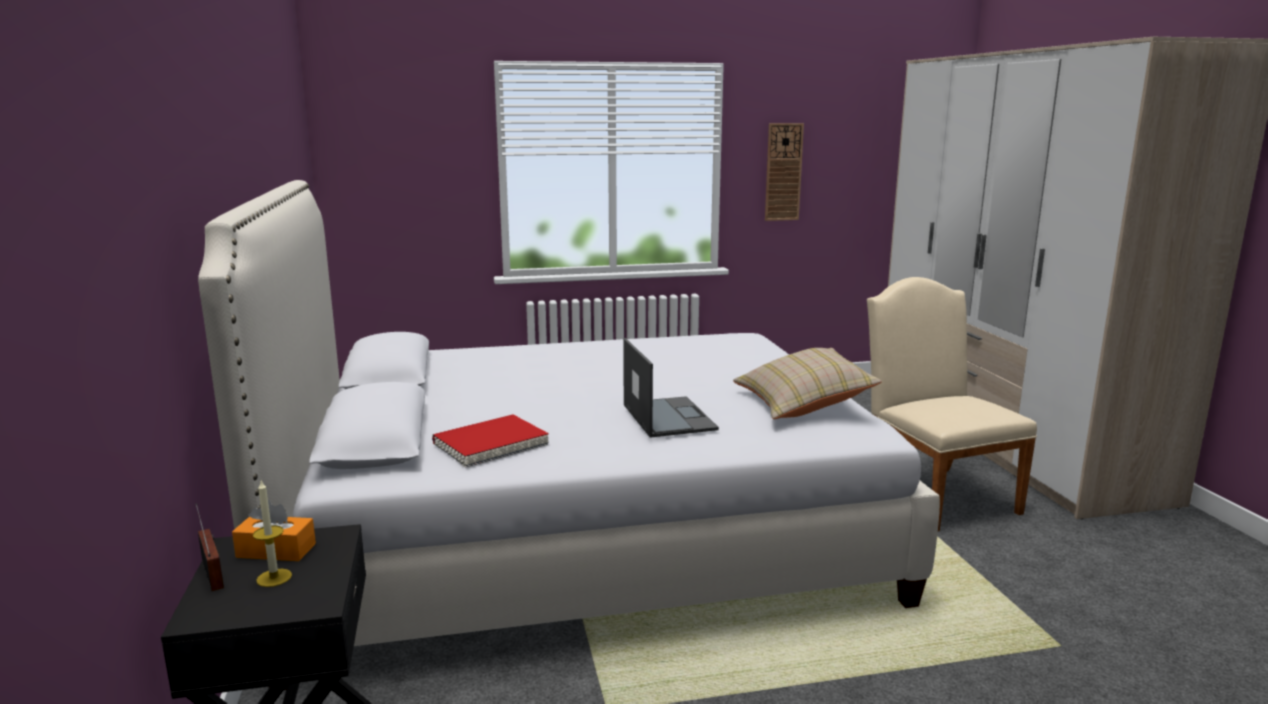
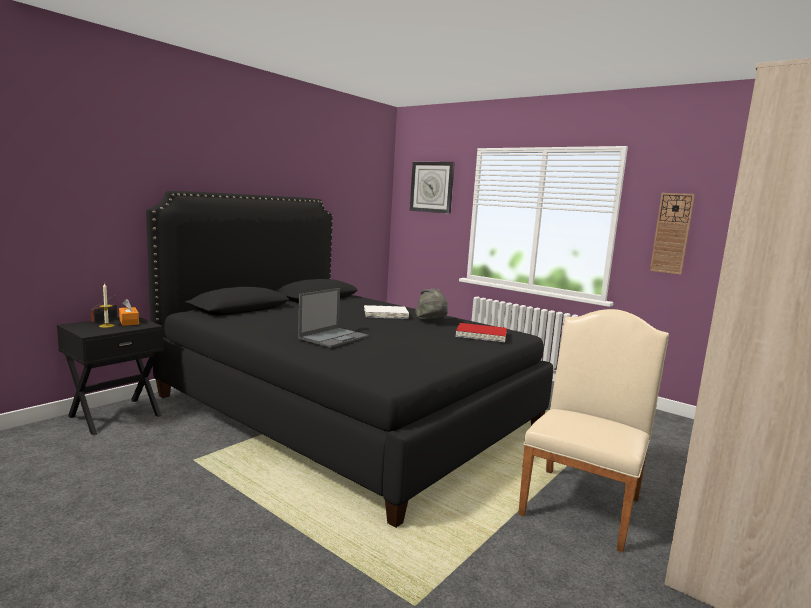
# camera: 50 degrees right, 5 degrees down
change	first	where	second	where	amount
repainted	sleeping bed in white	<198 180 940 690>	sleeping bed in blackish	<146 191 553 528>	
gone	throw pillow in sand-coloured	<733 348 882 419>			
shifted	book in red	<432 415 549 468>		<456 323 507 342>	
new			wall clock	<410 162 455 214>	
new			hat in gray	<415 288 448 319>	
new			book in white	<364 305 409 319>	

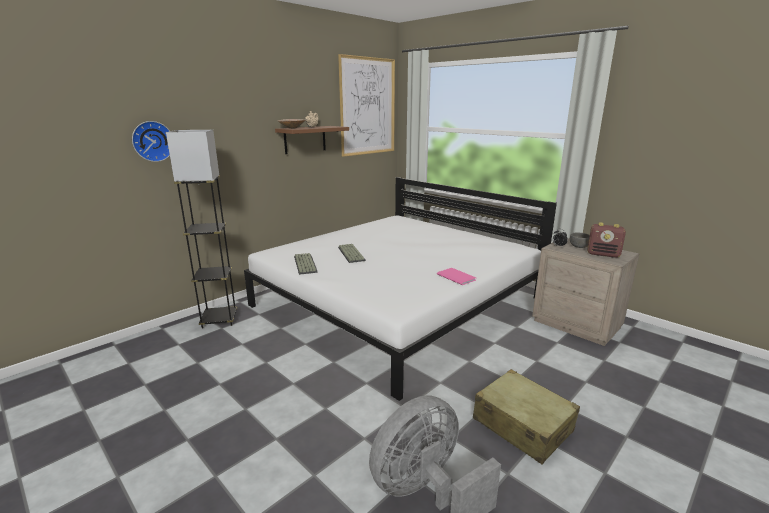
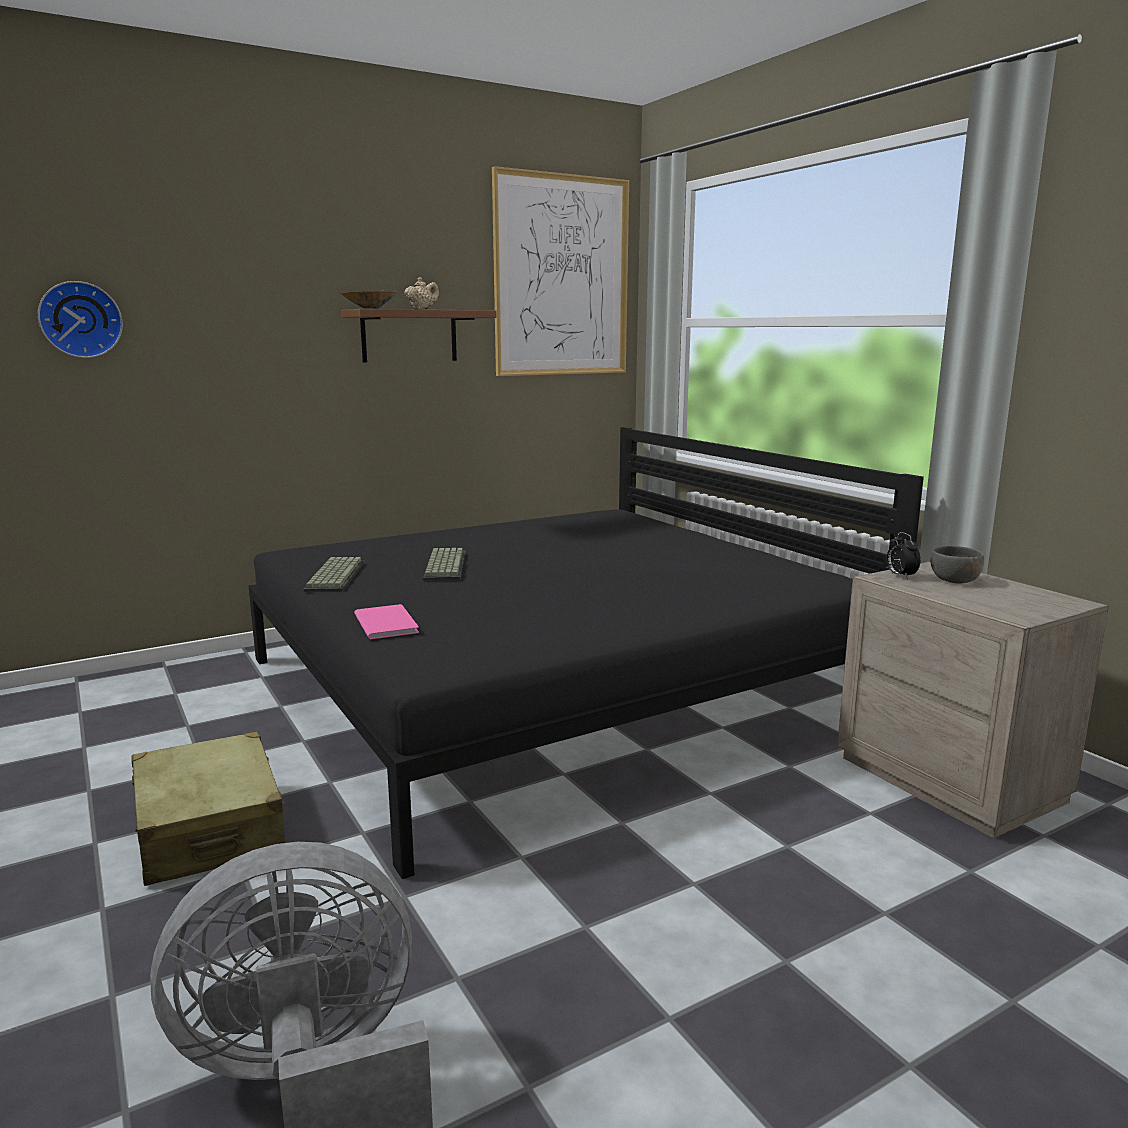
# camera: 15 degrees right, 5 degrees down
change	first	where	second	where	amount
gone	floor lamp in gray	<166 130 237 329>			
repainted	sleeping bed in white	<244 177 557 401>	sleeping bed in blackish	<248 427 924 879>	
gone	radio	<587 223 626 258>			
shifted	book in pink-coloured	<437 268 476 285>		<354 604 419 639>	
shifted	piece of luggage in sand-coloured	<473 369 580 465>		<131 731 285 886>	

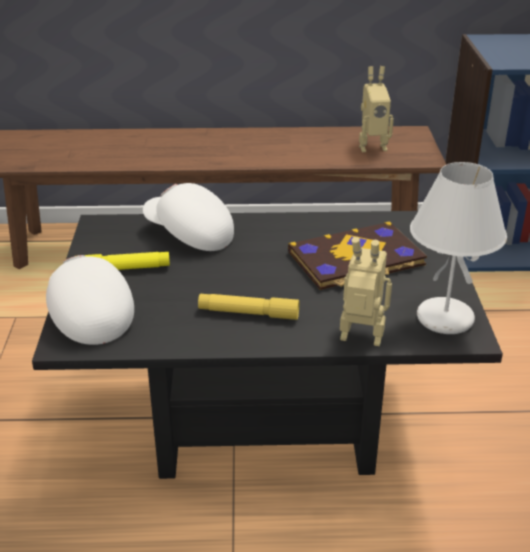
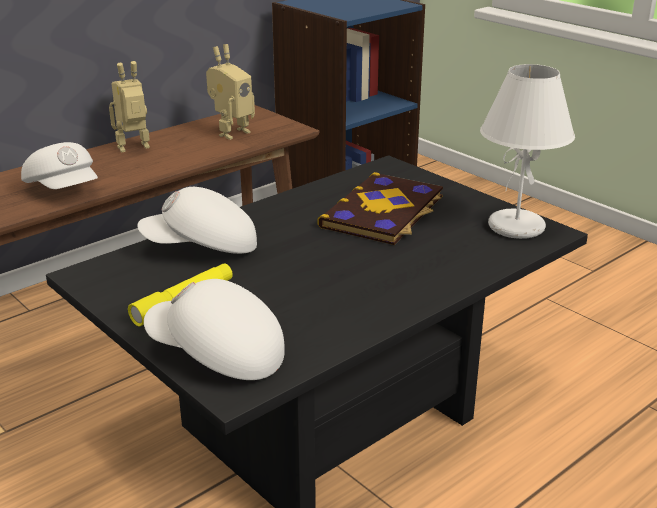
# camera: 40 degrees left, 5 degrees down
change	first	where	second	where	amount
shifted	model robot	<340 237 392 346>		<109 61 150 152>	
gone	hand torch in yellow-coloured	<198 294 299 320>			
new			baseball cap in white	<21 142 98 189>	

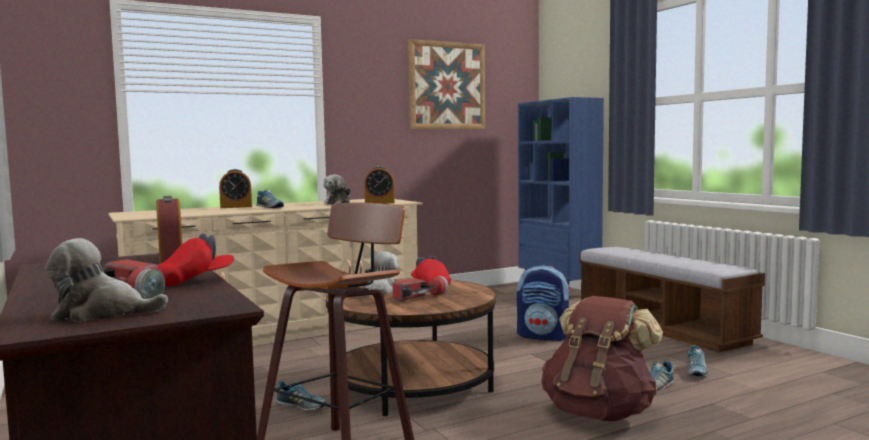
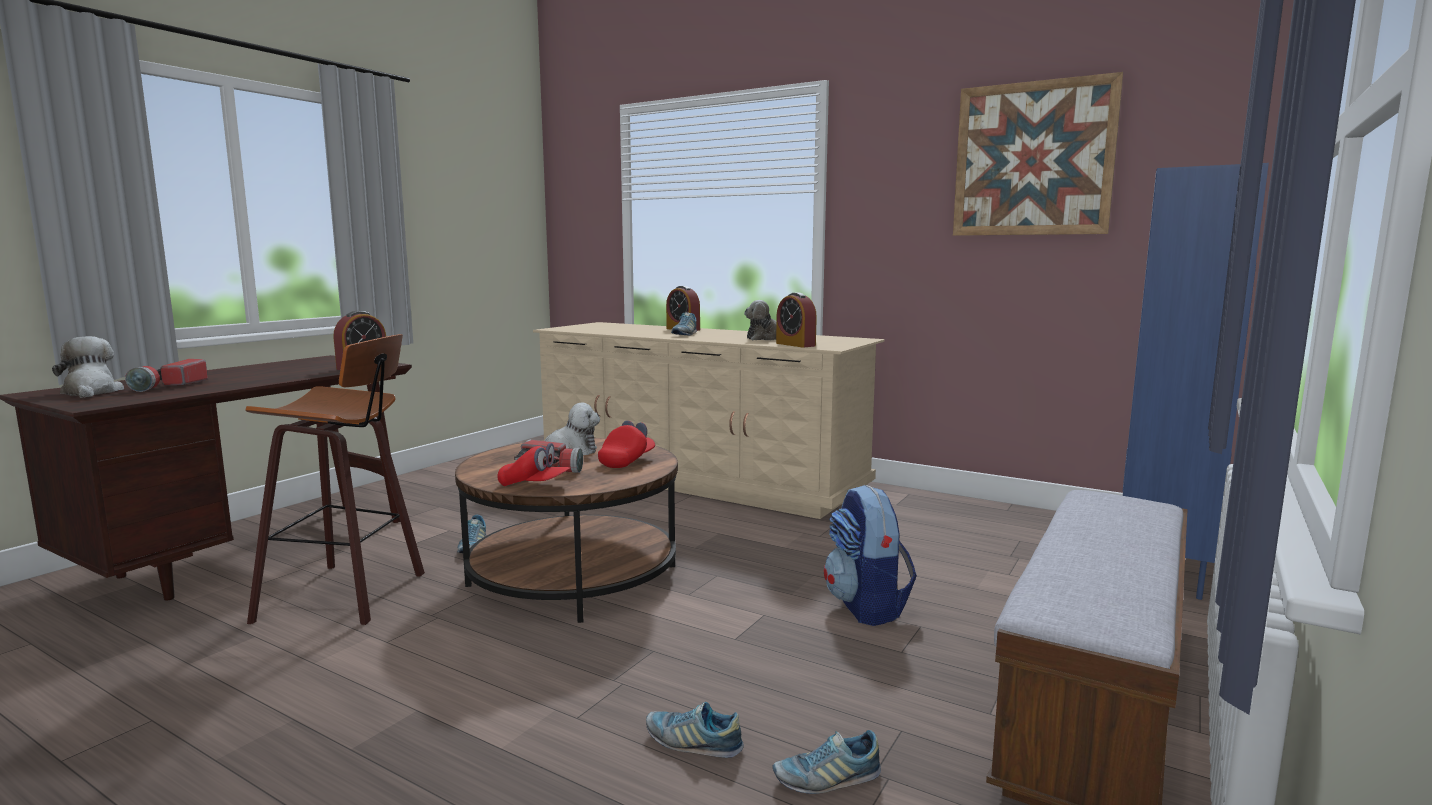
# camera: 60 degrees right, 5 degrees up
change	first	where	second	where	amount
shifted	baseball cap in red	<157 233 234 286>		<498 443 570 486>	
gone	backpack in brown-coloured	<541 296 663 421>			

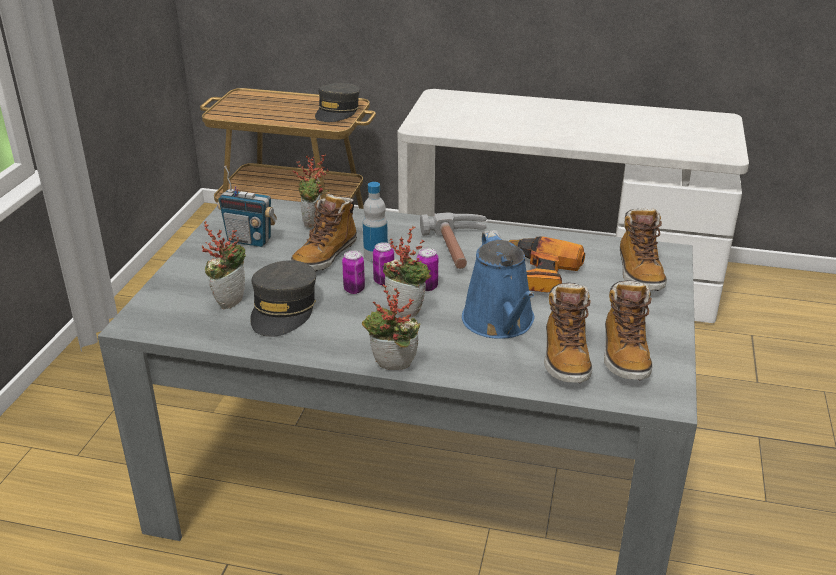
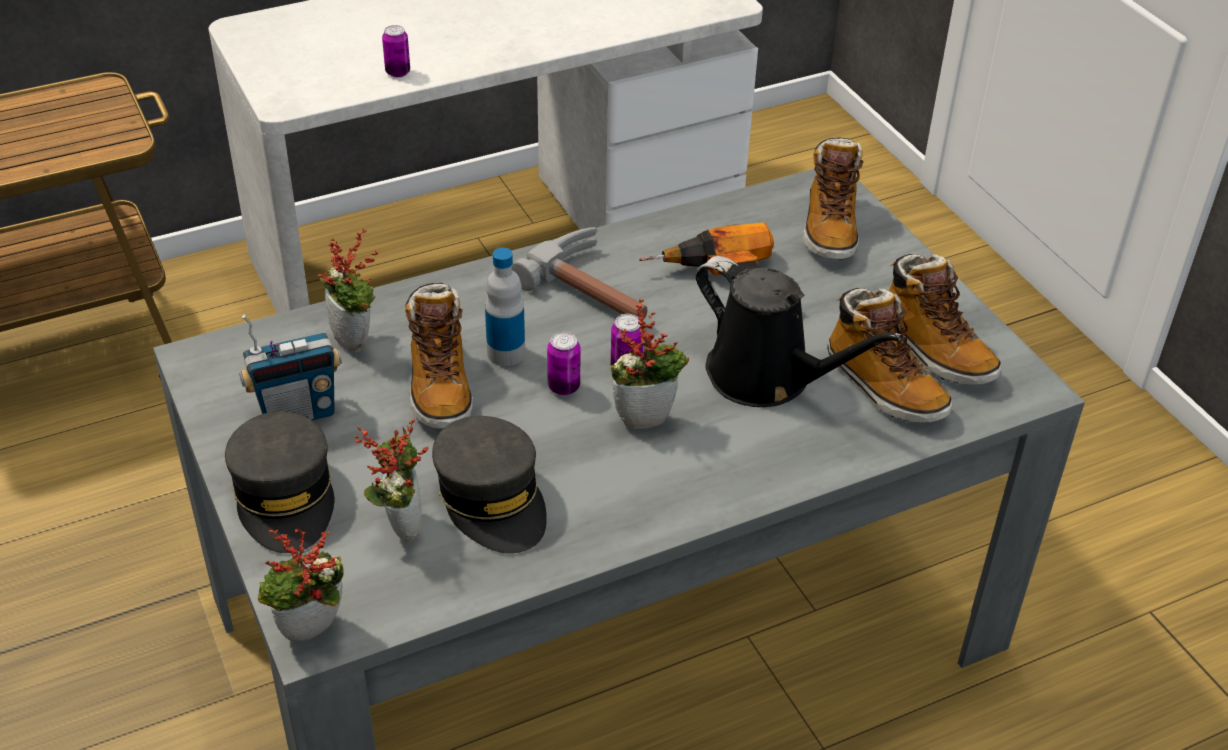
# camera: 40 degrees left, 10 degrees up
change	first	where	second	where	amount
shifted	baseball cap in gray	<315 83 360 122>		<225 411 334 553>	
rotated	high-top boot	<620 208 667 291>		<803 137 864 260>	45 degrees clockwise
repainted	watering can in blue	<462 230 534 339>	watering can in blackish	<696 256 903 407>	
shifted	can	<342 250 365 294>		<382 25 410 77>	
shifted	plant in a pot	<362 284 420 370>		<258 527 344 642>	

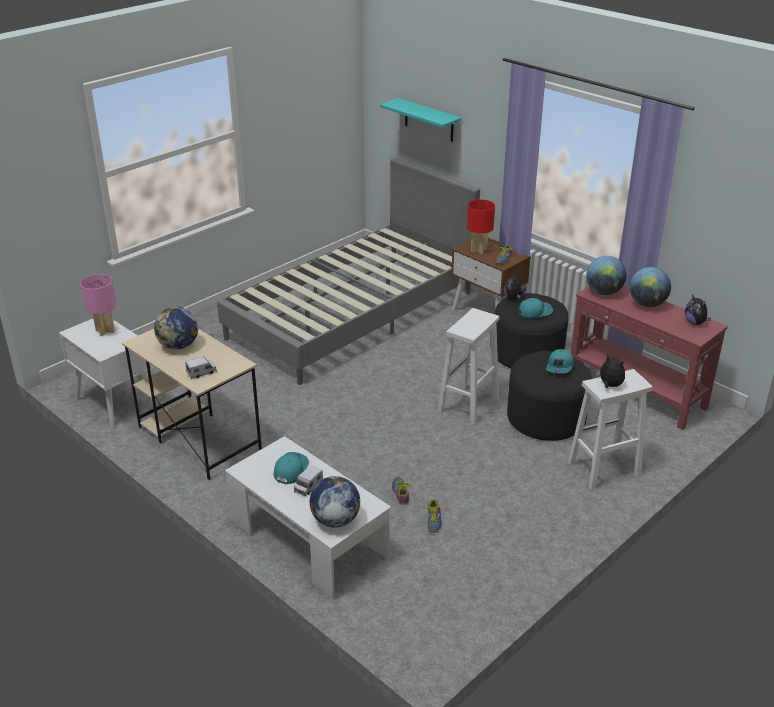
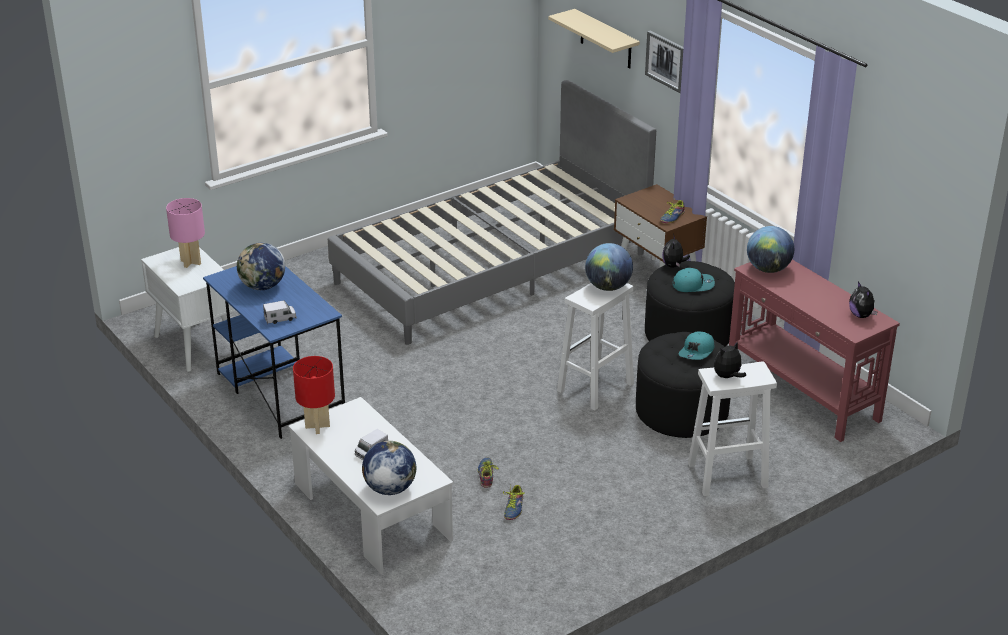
# camera: 10 degrees right, 0 degrees up
change	first	where	second	where	amount
repainted	bracket shelf in turquoise-coloured	<380 98 462 142>	bracket shelf in sand-coloured	<548 9 640 69>	
shifted	table lamp in red	<467 199 495 254>		<293 356 335 434>	
shifted	globe	<630 267 671 307>		<585 243 633 291>	
repainted	desk unit in sand-coloured	<122 329 262 480>	desk unit in blue	<203 266 345 439>	
rotated	plush toy	<595 354 625 388>		<714 342 746 378>	90 degrees counterclockwise
gone	baseball cap in turquoise-coloured	<274 452 309 484>			
new			picture	<645 31 684 93>	

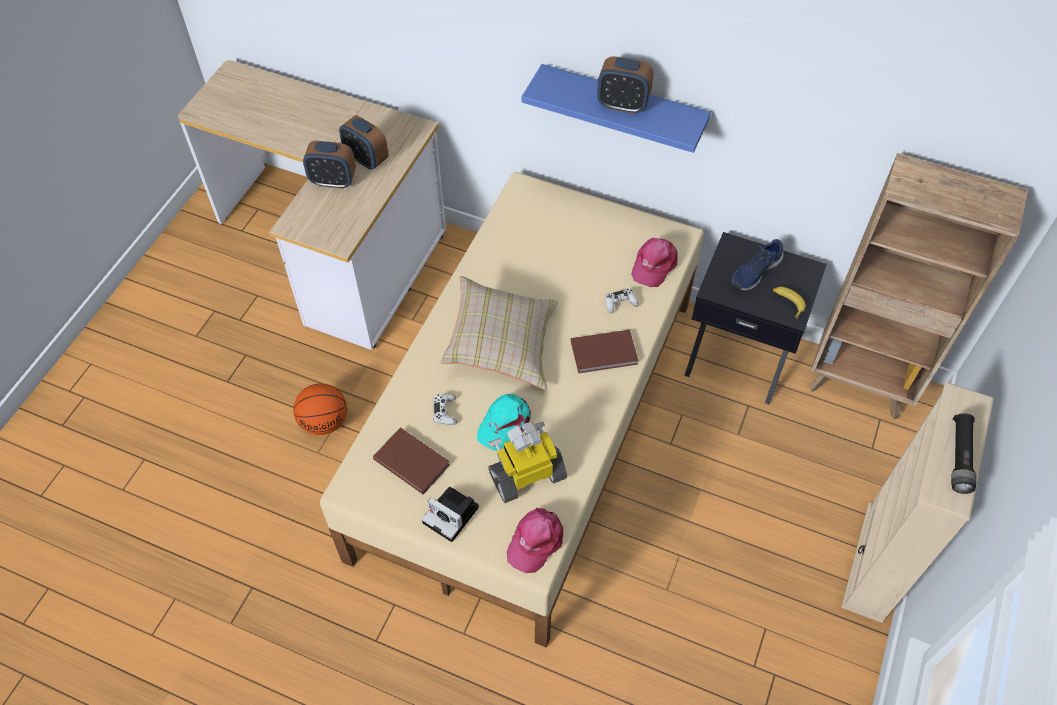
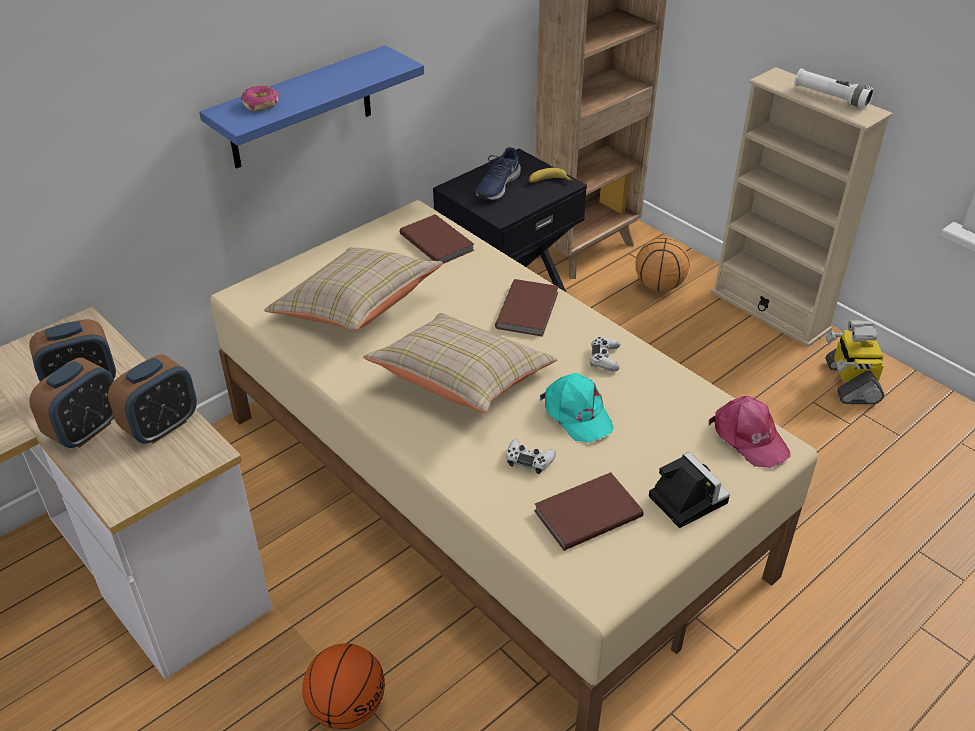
# camera: 65 degrees left, 15 degrees down
change	first	where	second	where	amount
shifted	alarm clock	<597 56 653 114>		<108 354 197 444>	
swapped	baseball cap in pink-coloured	<631 238 678 287>	book in brown-coloured	<400 214 474 264>	
rotated	low shoe in blue	<732 239 784 291>		<476 147 521 200>	45 degrees clockwise
shifted	game controller in white	<605 288 639 314>		<590 337 620 371>	
repainted	hand torch in blackish	<951 413 977 494>	hand torch in white	<794 68 874 108>	
shifted	model robot	<488 421 567 503>		<826 321 884 404>	
rotated	photo camera	<422 487 479 542>		<649 452 730 528>	90 degrees counterclockwise
new			doughnut	<241 86 279 111>	
new			ball for basketball	<636 238 689 292>	
new			throw pillow in sand-coloured	<264 247 443 330>	

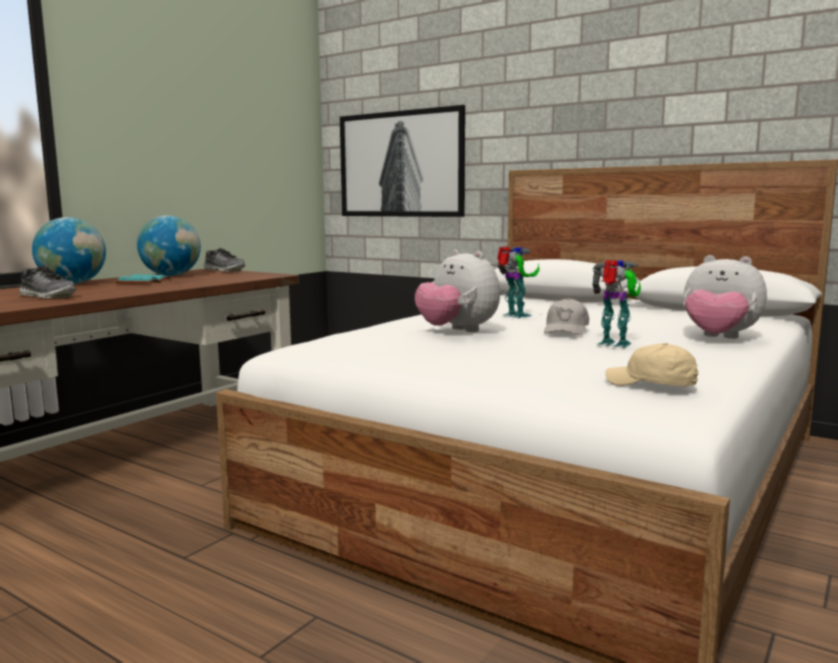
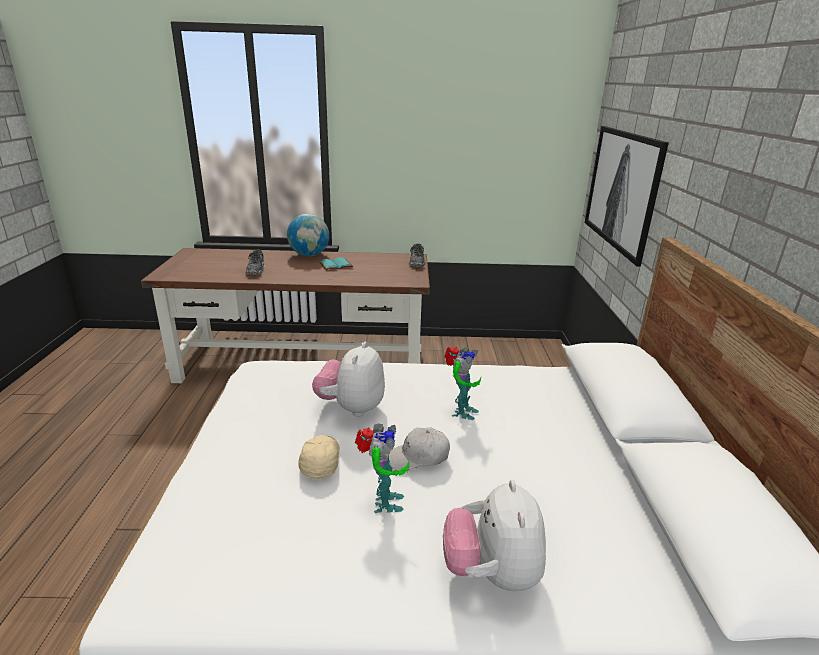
# camera: 55 degrees right, 15 degrees up
change	first	where	second	where	amount
gone	globe	<137 215 201 276>			
shifted	baseball cap in sand-coloured	<605 343 699 386>		<298 435 340 479>	

